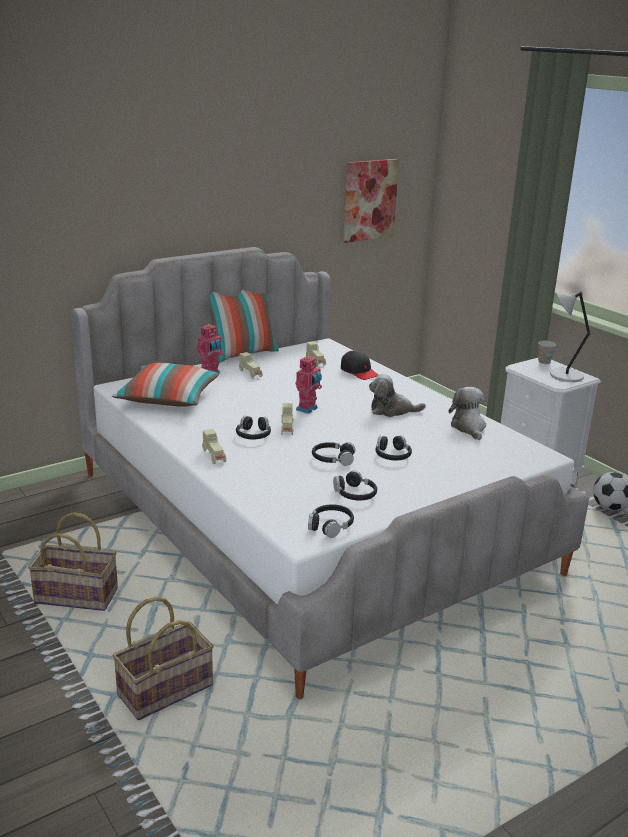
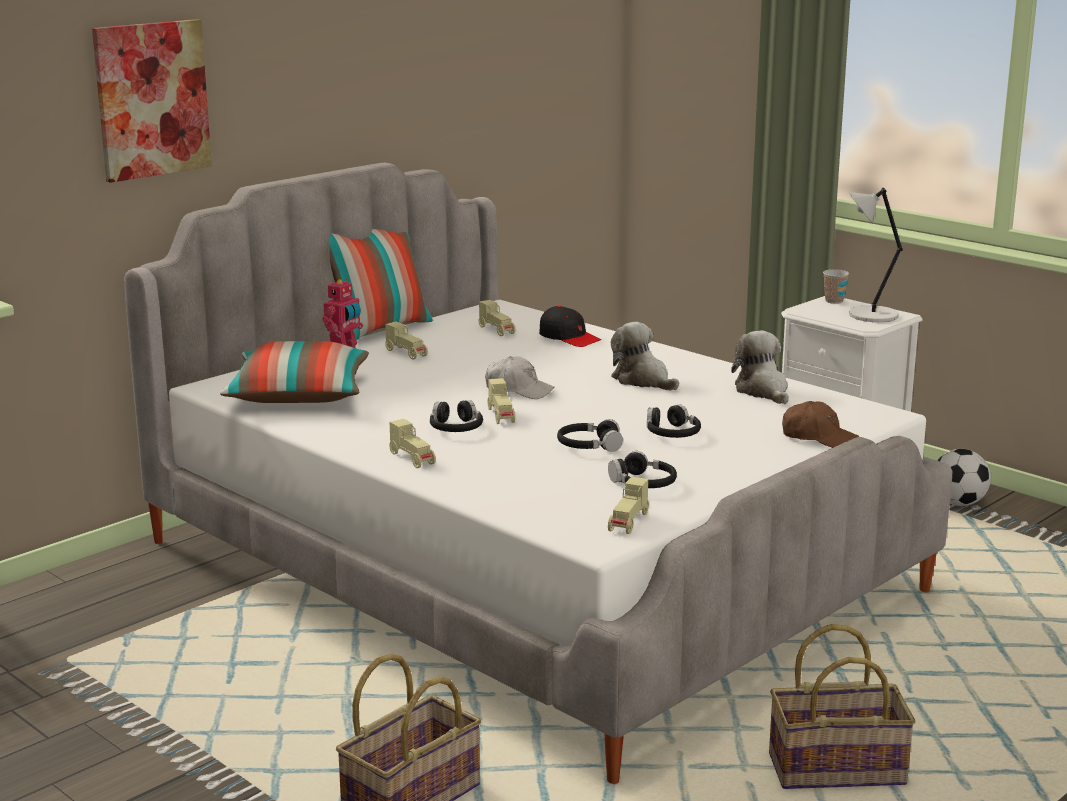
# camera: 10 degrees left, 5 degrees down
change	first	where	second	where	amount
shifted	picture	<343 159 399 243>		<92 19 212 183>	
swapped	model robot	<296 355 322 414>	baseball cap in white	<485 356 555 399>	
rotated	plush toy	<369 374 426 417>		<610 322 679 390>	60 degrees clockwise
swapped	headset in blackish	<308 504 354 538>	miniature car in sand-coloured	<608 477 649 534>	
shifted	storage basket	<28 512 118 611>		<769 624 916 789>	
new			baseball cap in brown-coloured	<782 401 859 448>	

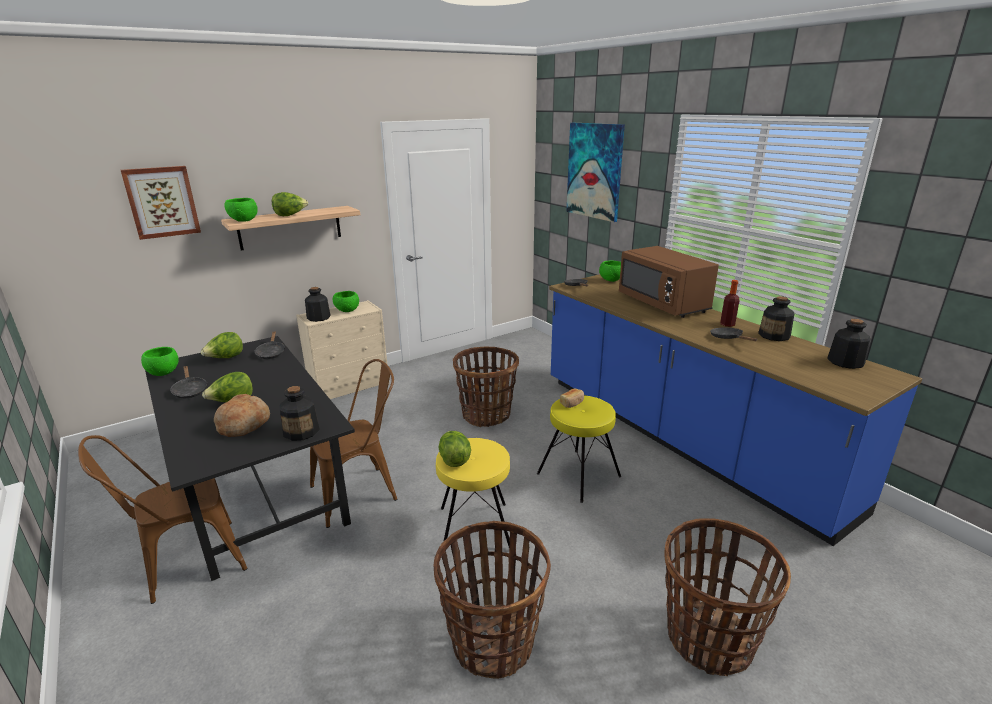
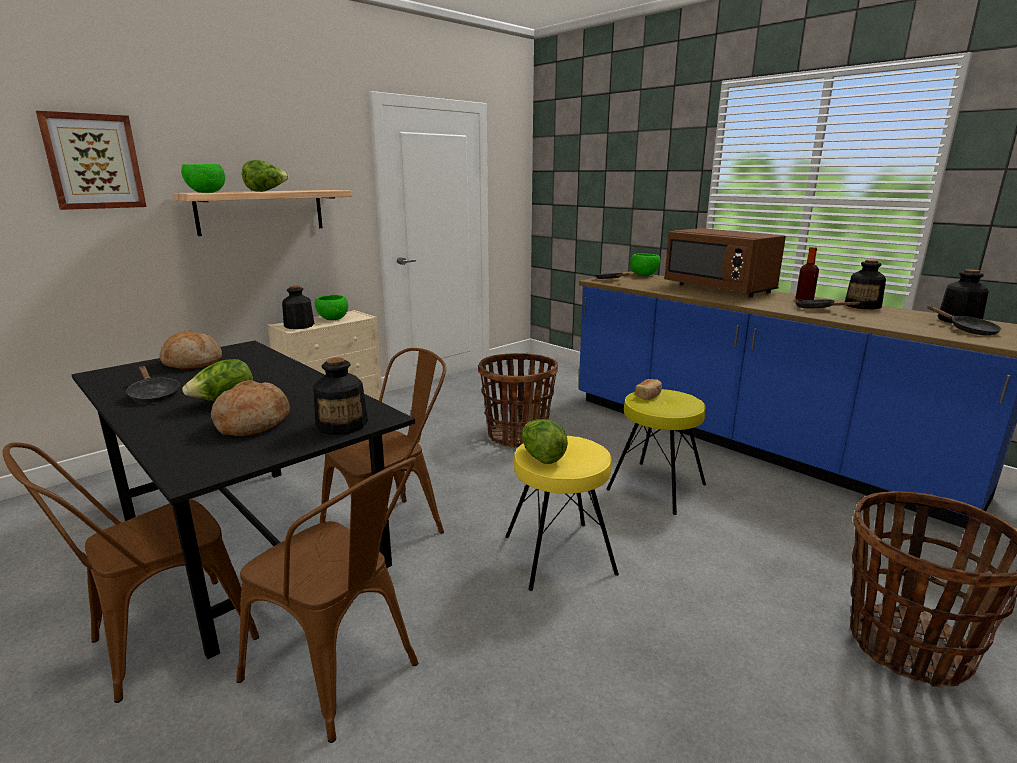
# camera: 10 degrees left, 5 degrees down
change	first	where	second	where	amount
gone	picture	<566 123 625 222>			
shifted	skillet in blackish	<254 331 285 359>		<928 306 1001 336>	
swapped	lettuce head	<201 332 243 358>	bakery bread	<160 330 222 369>	
gone	serving bowl in green	<141 347 179 376>			
gone	storage basket	<434 521 551 679>			
new			upright chair in brown-coloured	<236 457 418 743>	

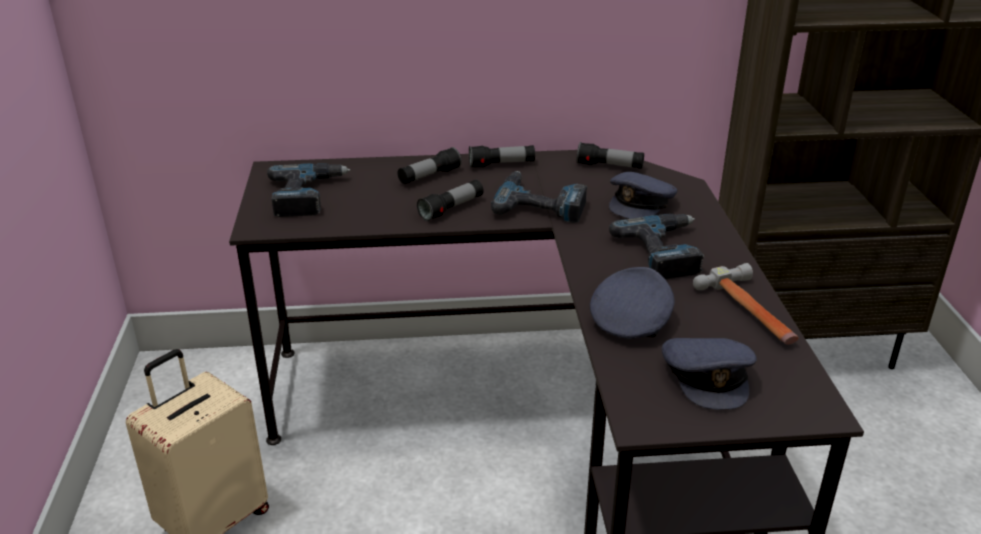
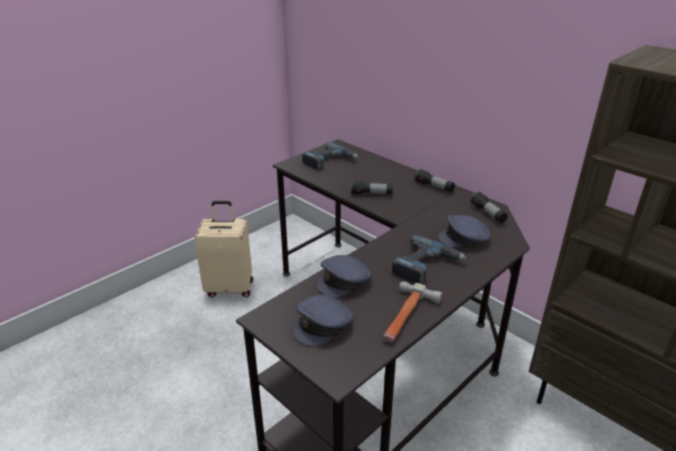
# camera: 50 degrees right, 0 degrees up
change	first	where	second	where	amount
gone	hand torch	<398 147 462 184>			
gone	power drill	<491 171 587 223>			
rotated	baseball cap in gray	<590 267 675 339>		<317 255 372 297>	150 degrees clockwise

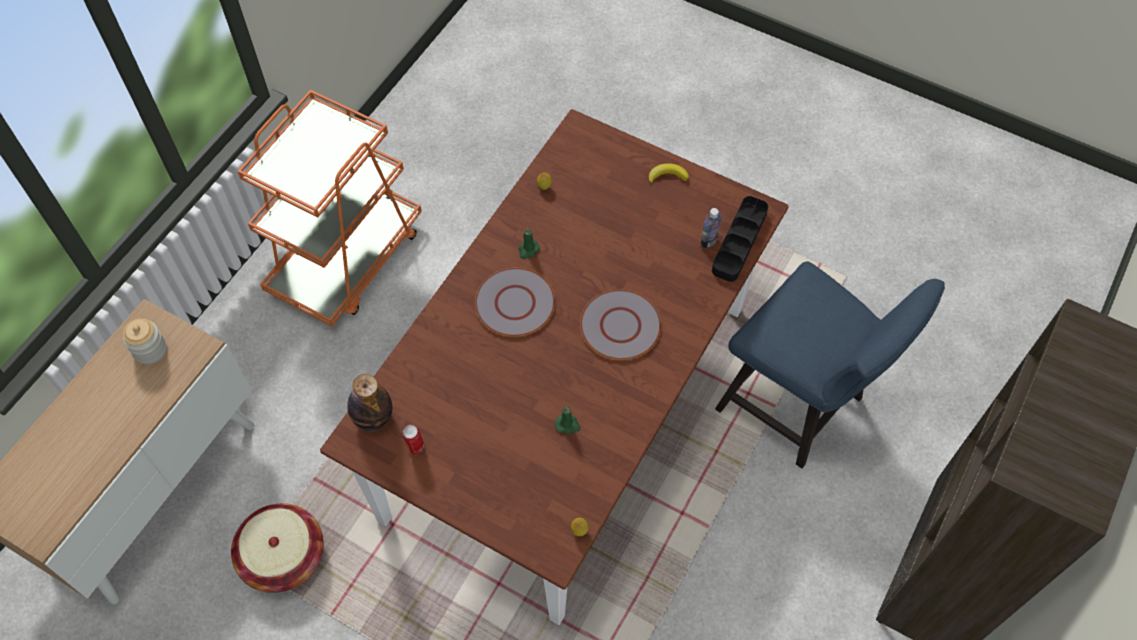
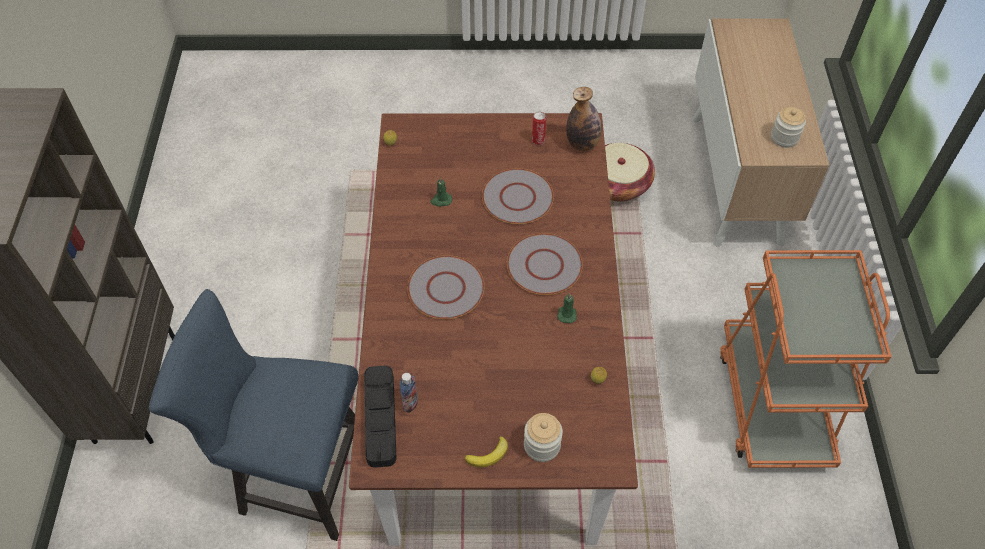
# camera: 150 degrees right, 5 degrees down
change	first	where	second	where	amount
new			plate in gray	<482 168 554 224>	
new			jar	<524 413 563 462>	

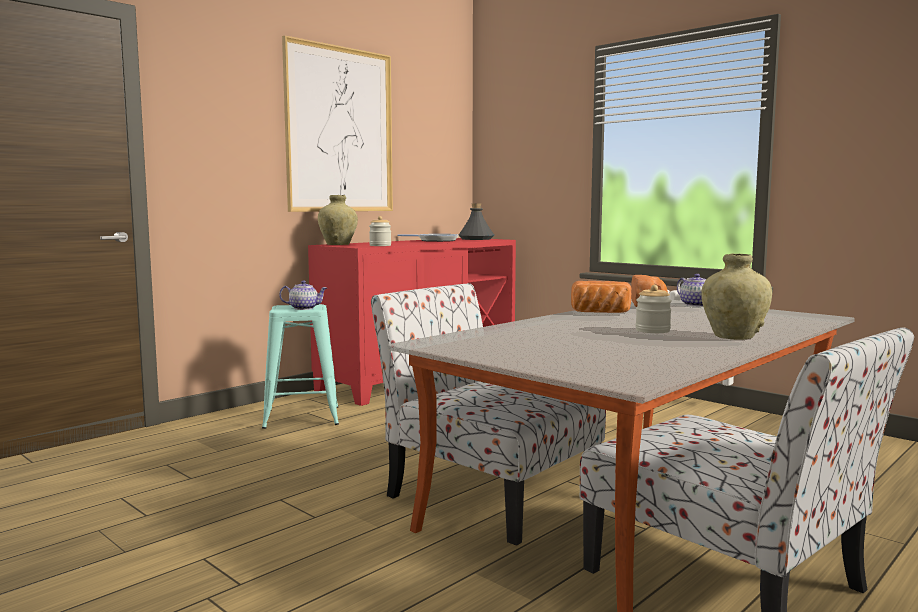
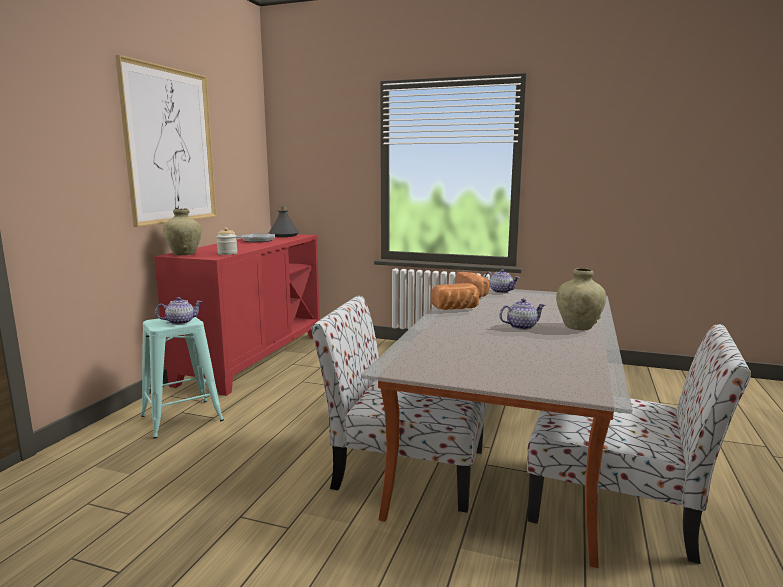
# camera: 25 degrees left, 5 degrees up
change	first	where	second	where	amount
swapped	jar	<635 285 672 333>	teapot	<499 298 545 330>	

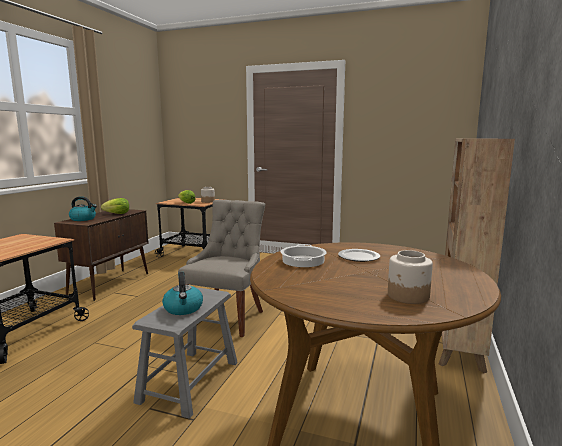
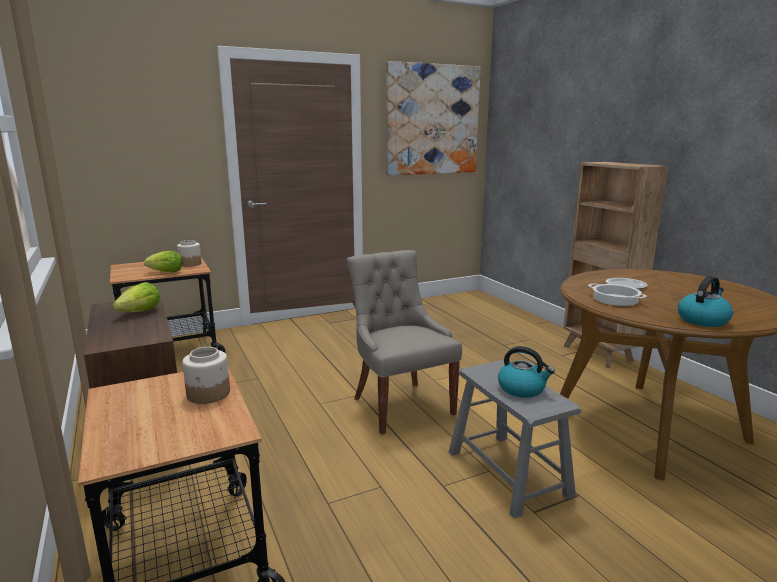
# camera: 45 degrees left, 5 degrees up
change	first	where	second	where	amount
shifted	water kettle	<69 196 97 221>		<678 276 733 327>	
shifted	jar	<388 250 433 304>		<182 347 230 404>	
new			picture	<386 61 481 176>	

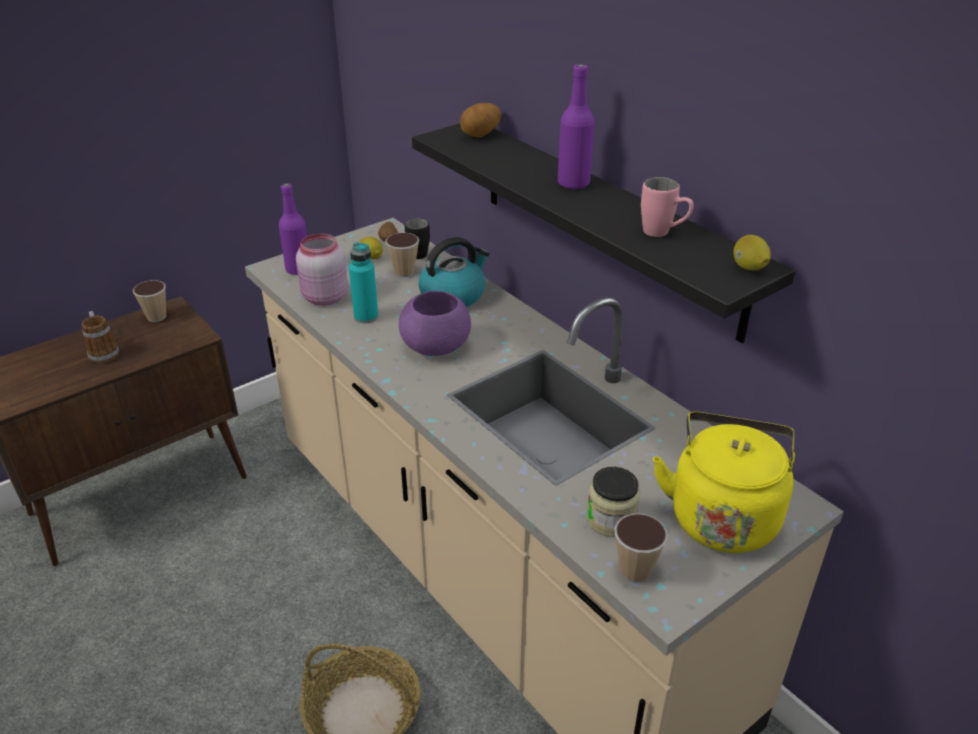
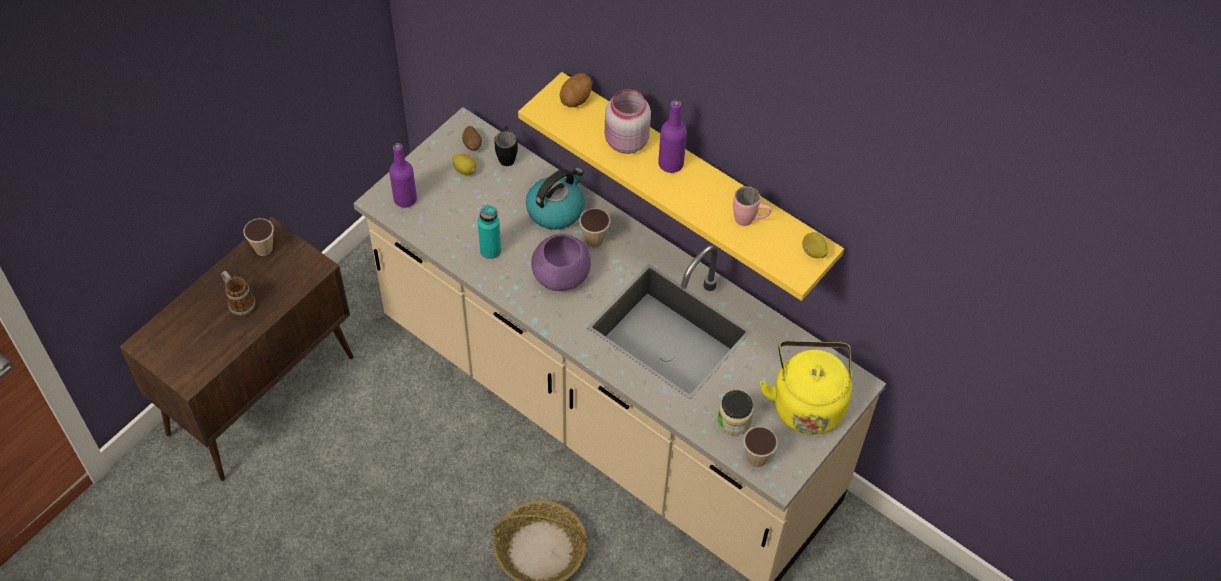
# camera: 15 degrees left, 20 degrees up
change	first	where	second	where	amount
repainted	bracket shelf in blackish	<412 123 795 343>	bracket shelf in yellow-coloured	<518 72 844 301>	
shifted	drinking cup	<385 233 419 277>		<579 208 611 248>	
shifted	jar in pink-coloured	<296 234 348 305>		<605 89 651 154>	

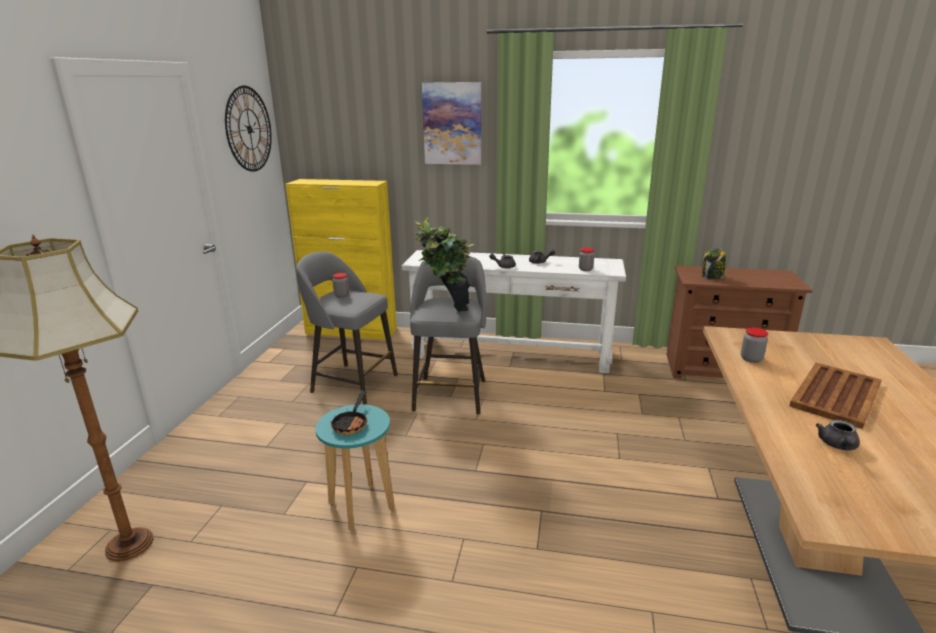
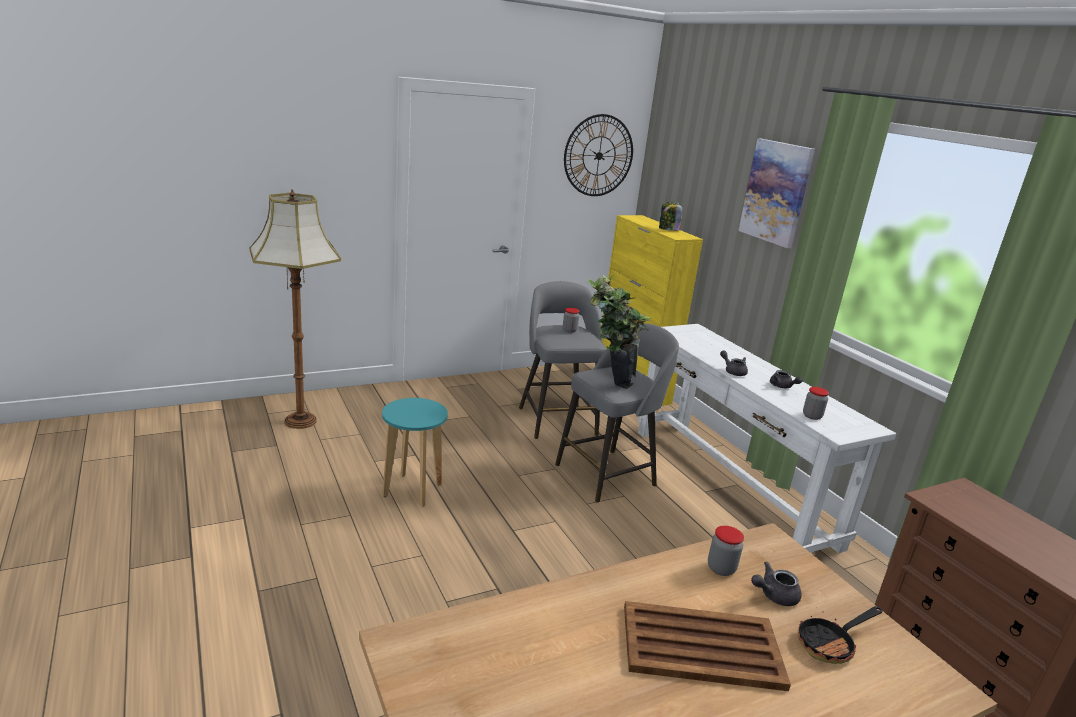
# camera: 50 degrees right, 0 degrees up
change	first	where	second	where	amount
shifted	jar	<702 248 726 279>		<659 201 682 231>	
shifted	skillet	<331 390 367 435>		<798 606 883 664>	
shifted	teapot in gray	<816 420 860 450>		<751 561 802 606>	

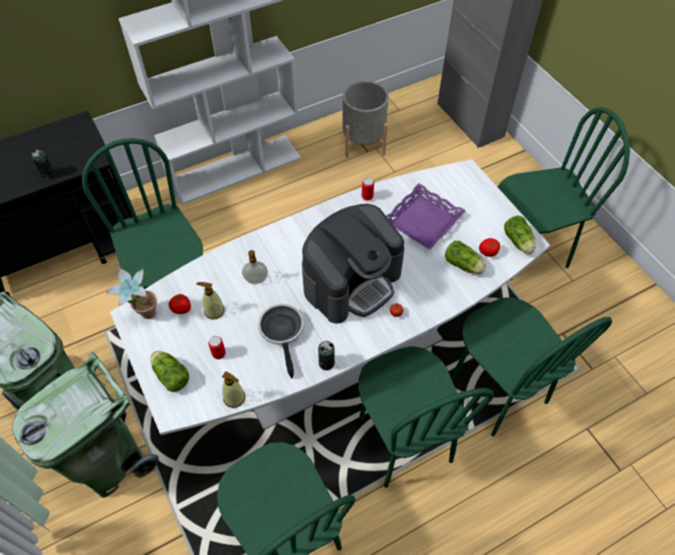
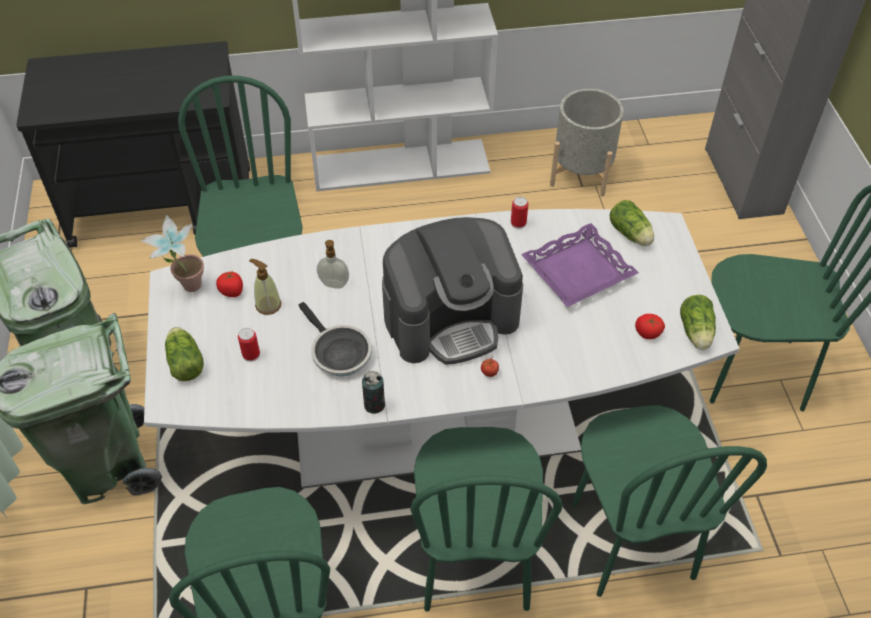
# camera: 20 degrees right, 5 degrees down
change	first	where	second	where	amount
gone	can	<32 150 55 179>			
shifted	lettuce head	<445 241 486 274>		<609 200 654 246>	
rotated	skillet	<258 304 304 379>		<299 302 372 376>	135 degrees clockwise
gone	liquid soap bottle	<222 371 245 408>			

